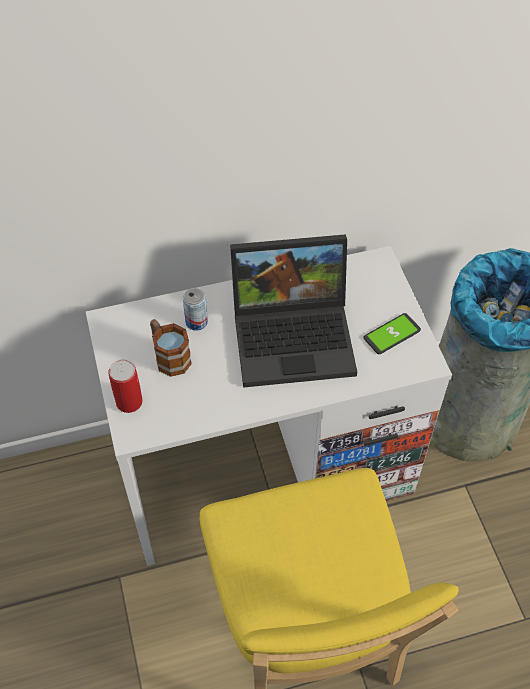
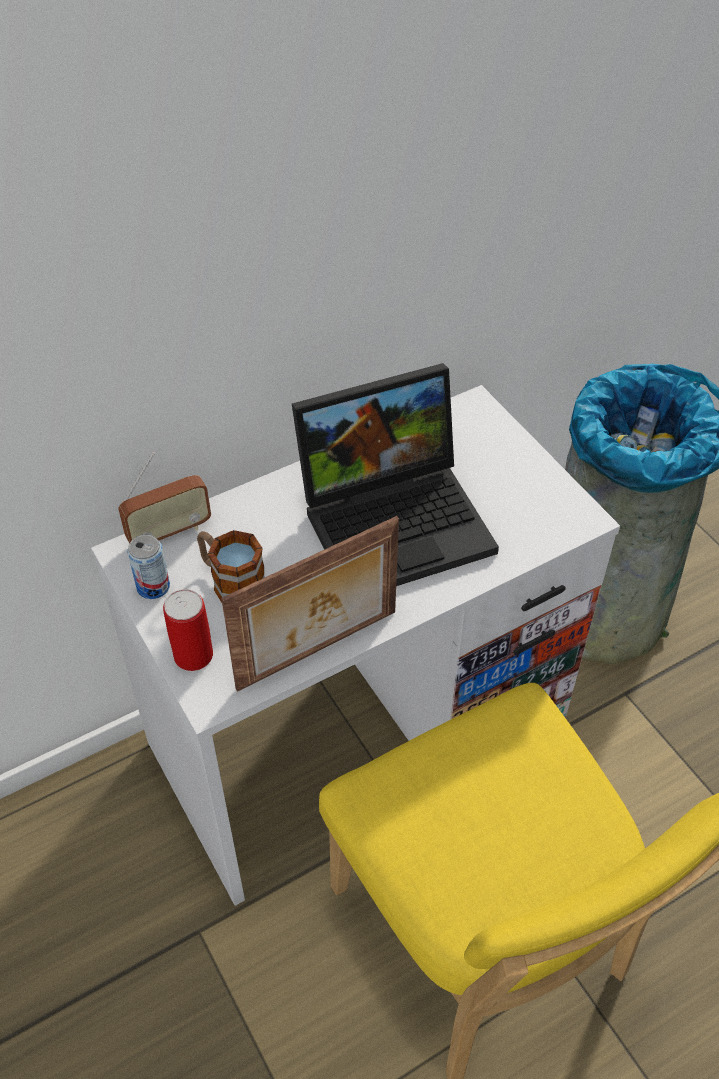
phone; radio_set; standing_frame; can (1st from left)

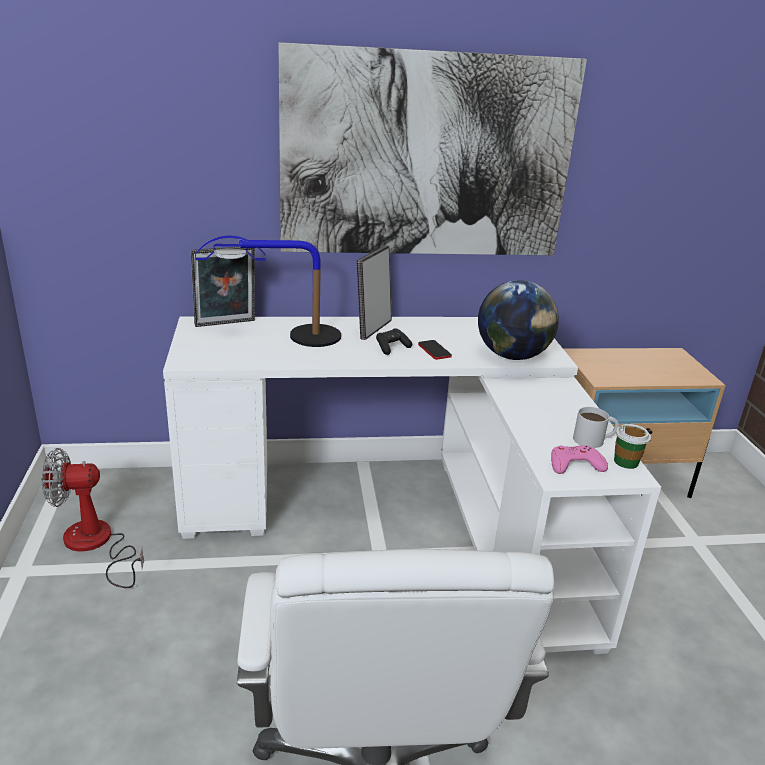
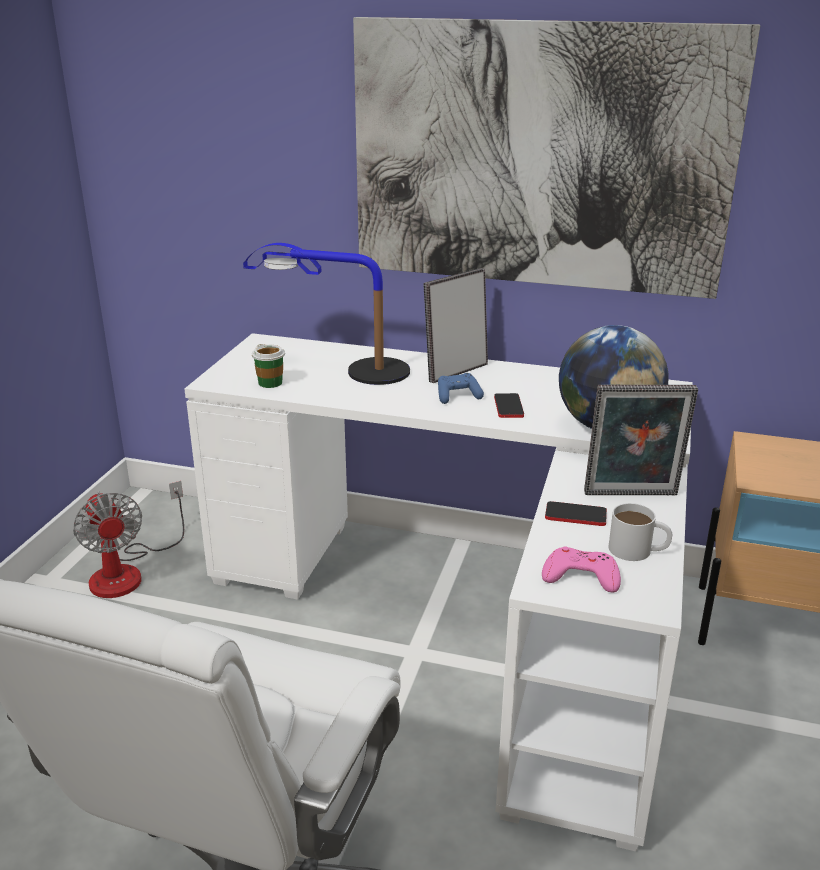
phone (2nd from left); standing_frame (2nd from left); small_cup; bluish_gamepad; electric_fan

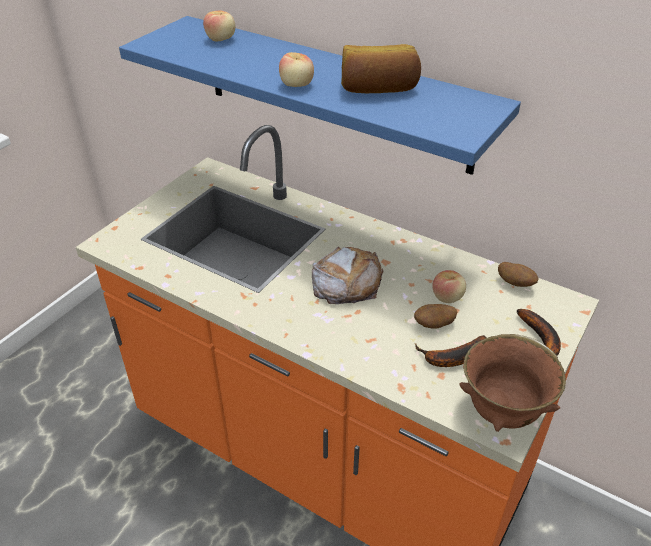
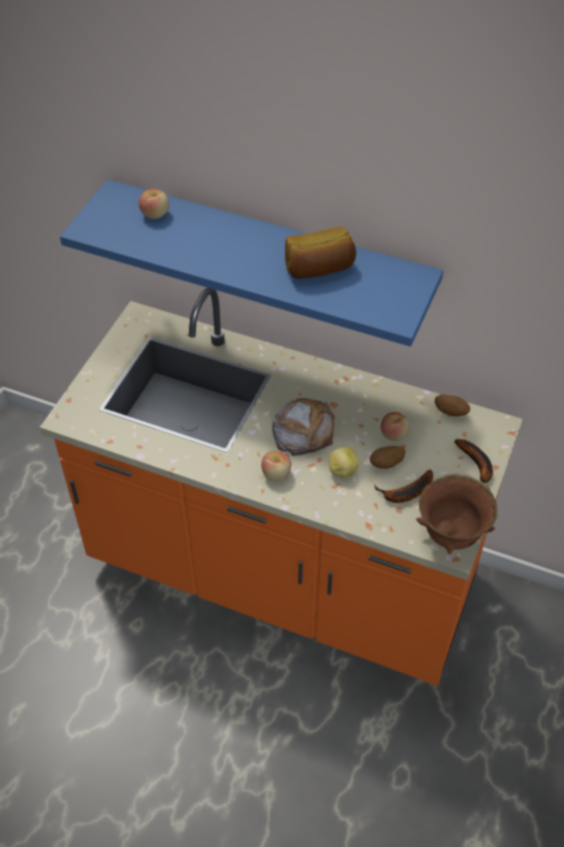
whole_potato (1st from left); apple (2nd from left)

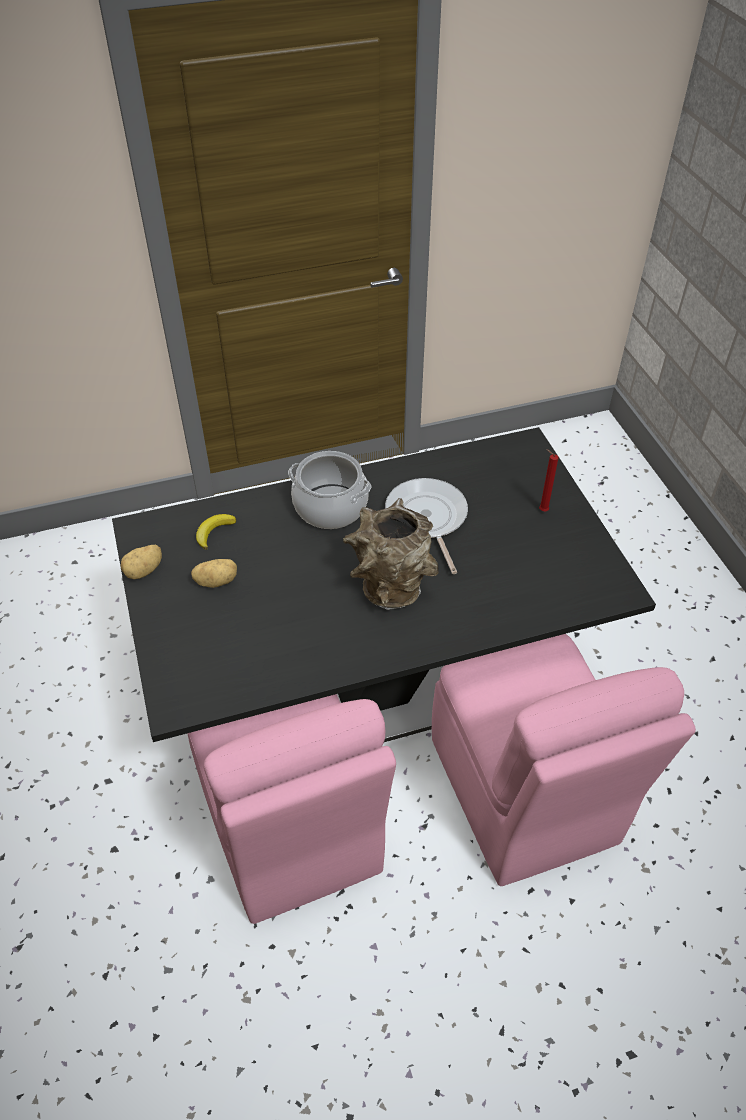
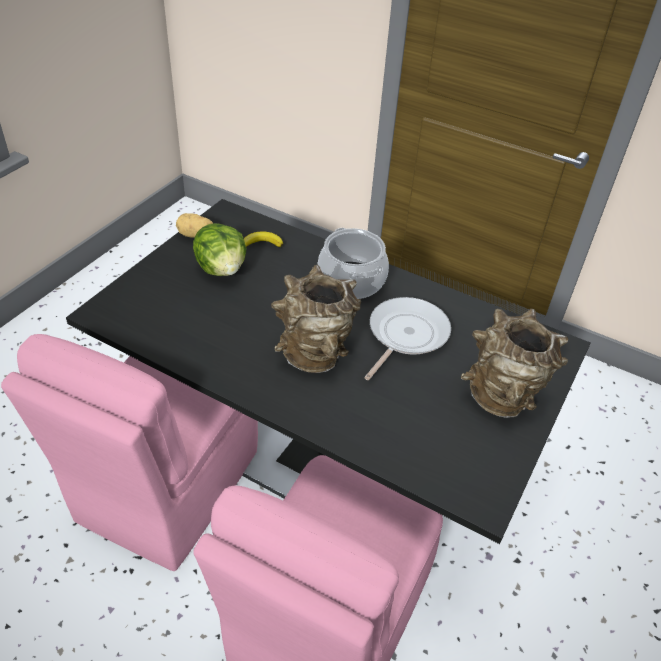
lettuce_head; brownish_decorative_vase (2nd from left)

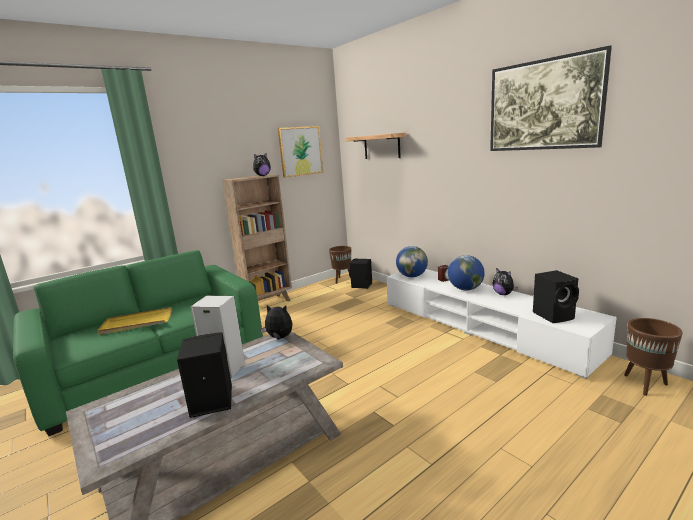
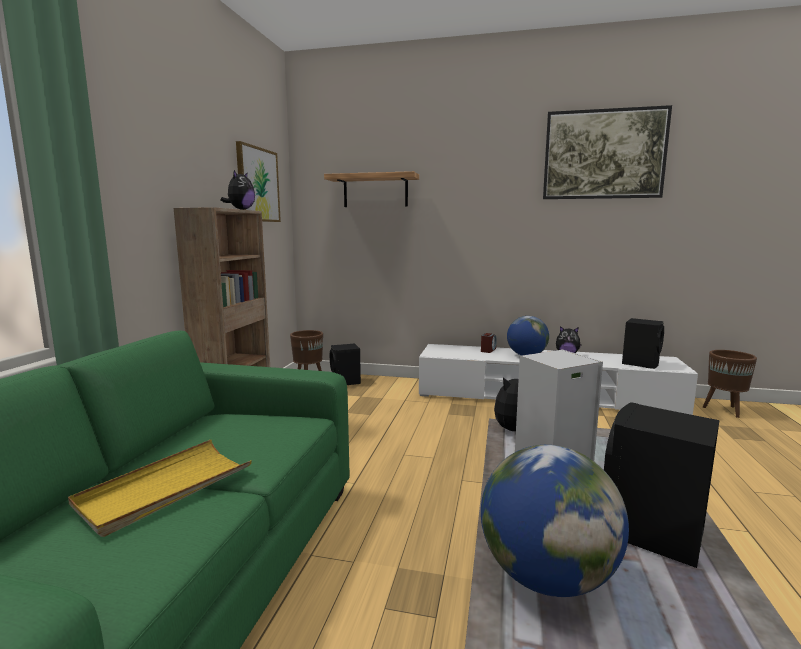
globe (2nd from left)

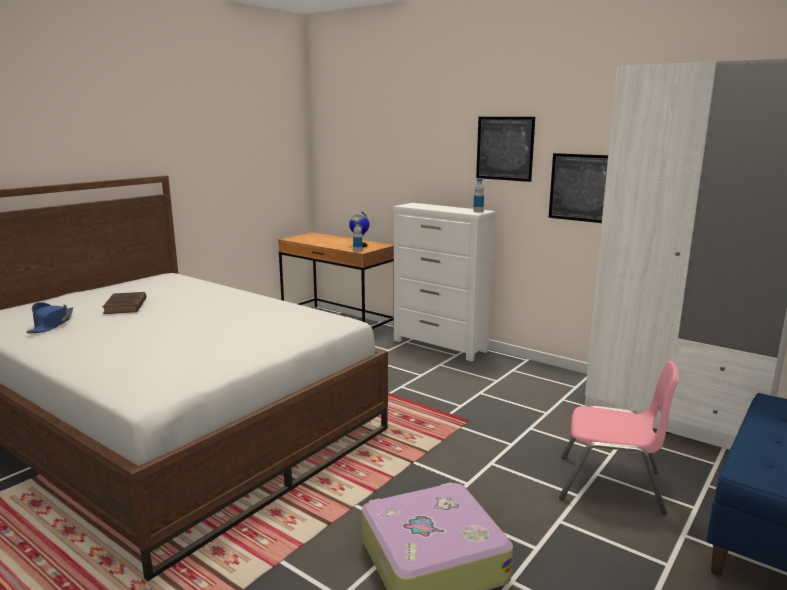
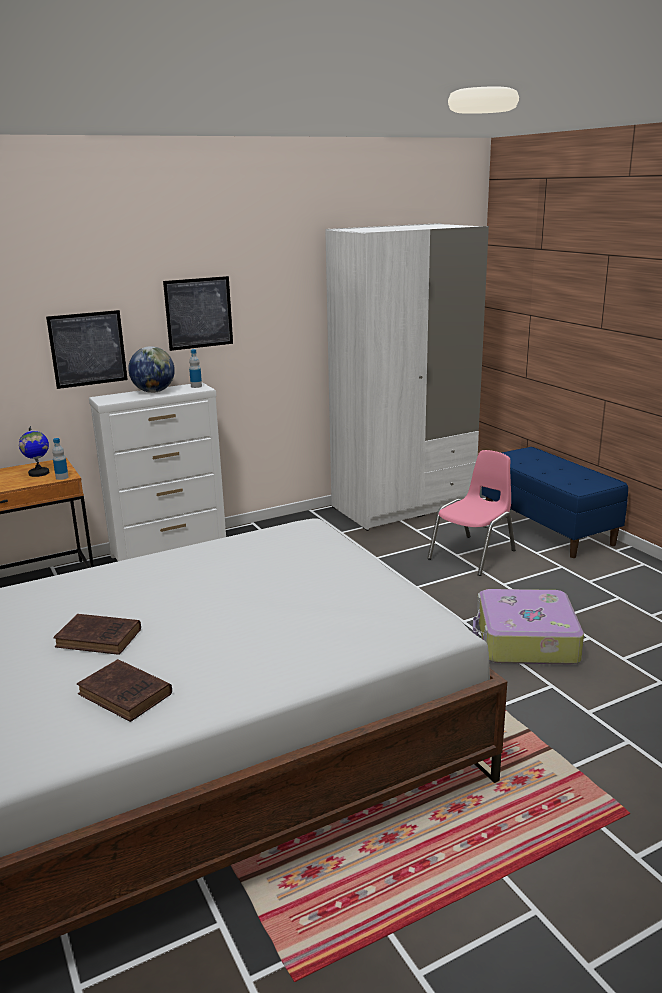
globe (2nd from left); wall_art (1st from left); brownish_volume (2nd from left)

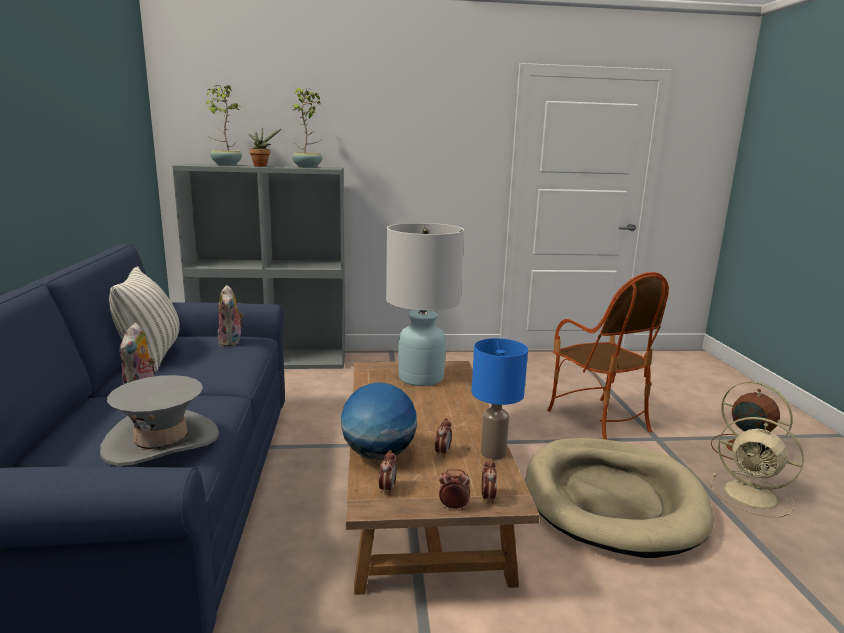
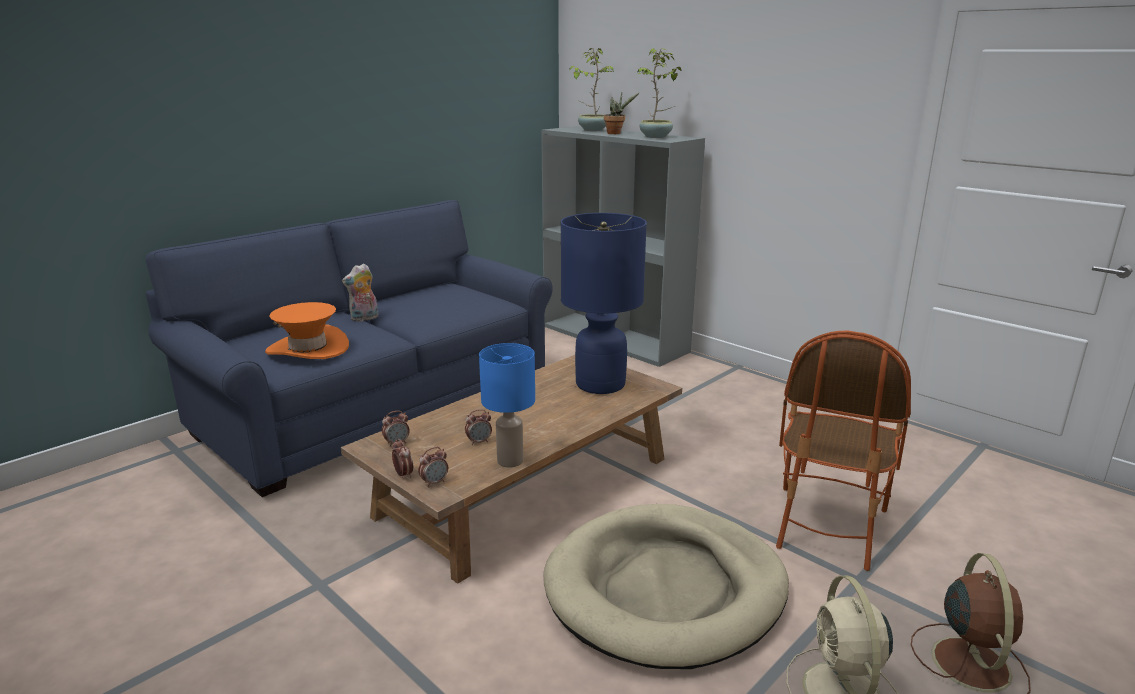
pillow; soft_toy (2nd from left in the first image); globe; orange_clothing_hat; bluish_tabletop_lamp (2nd from left)

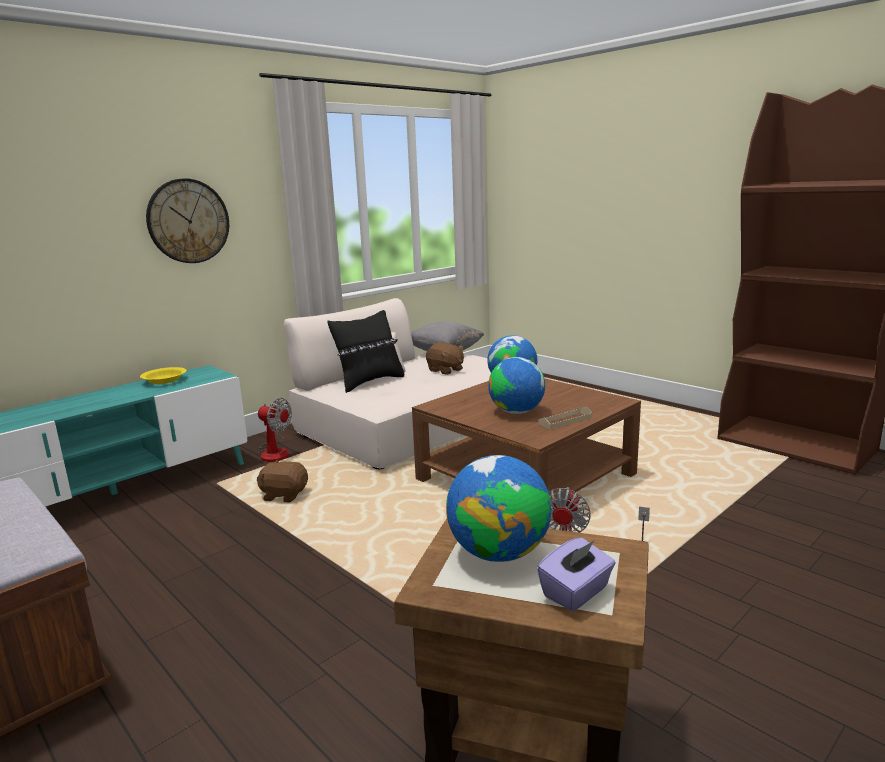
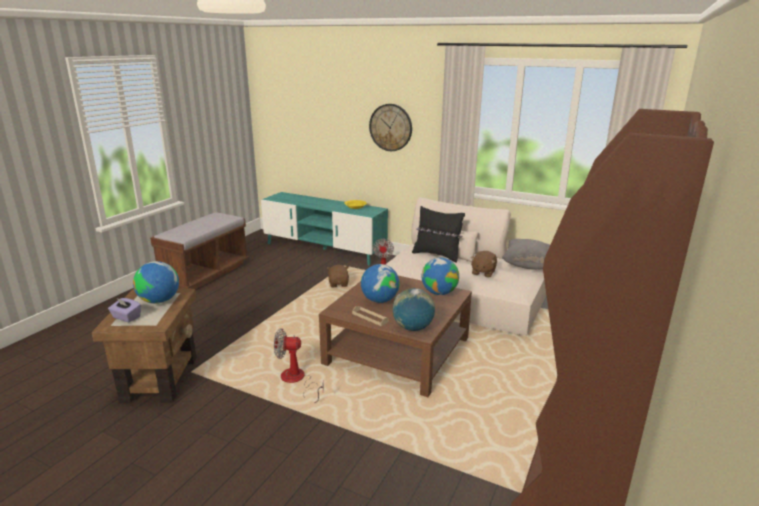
globe (3rd from left)

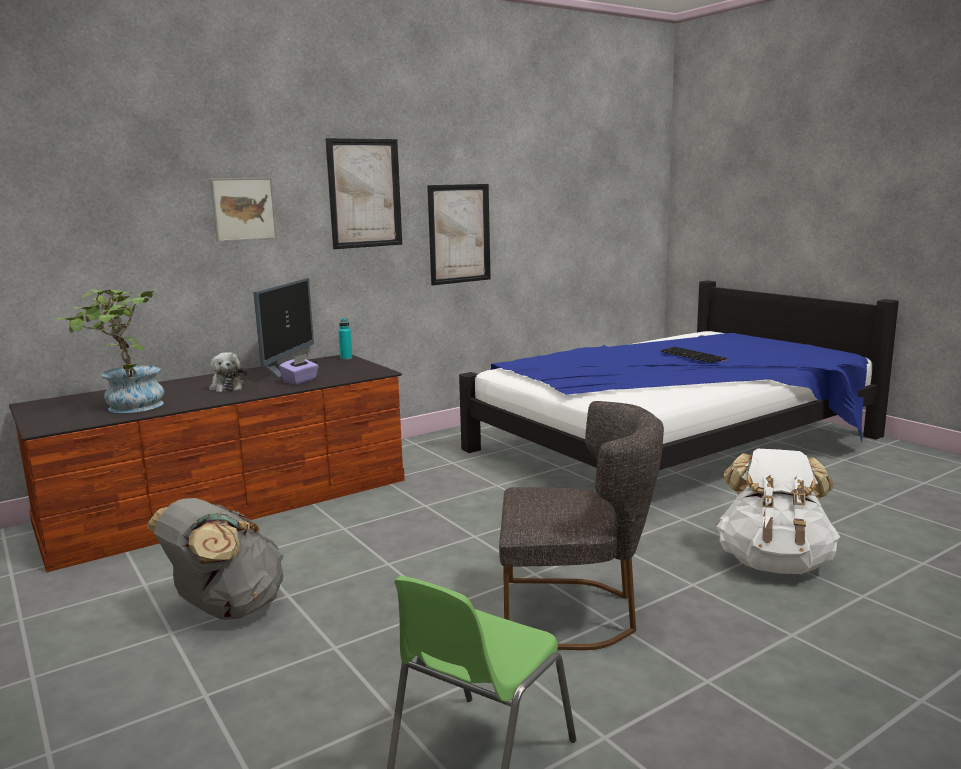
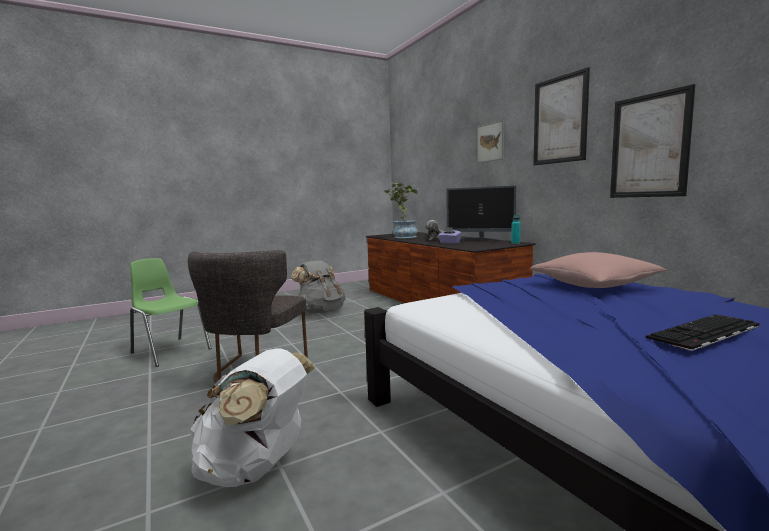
pink-coloured_pillow

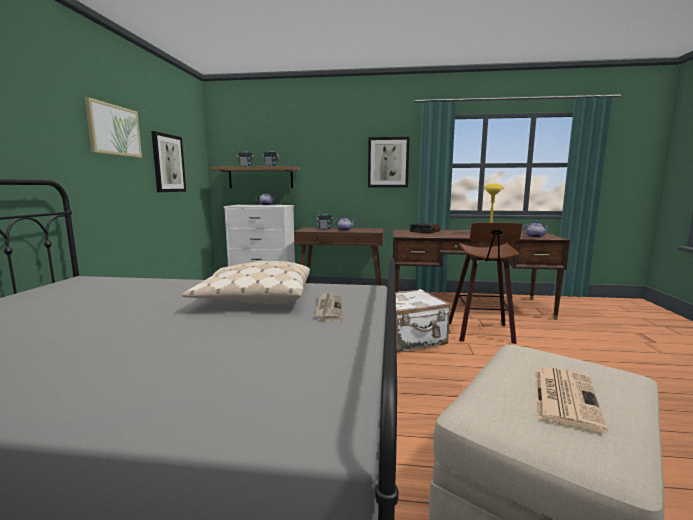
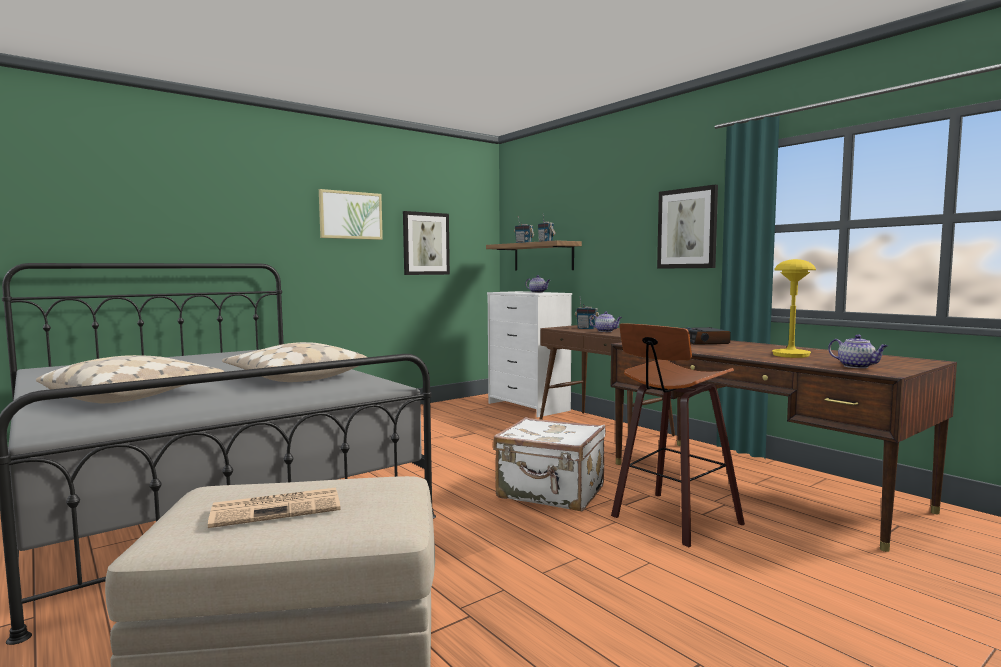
daily_paper (1st from left in the first image); beige-coloured_pillow (1st from left)

